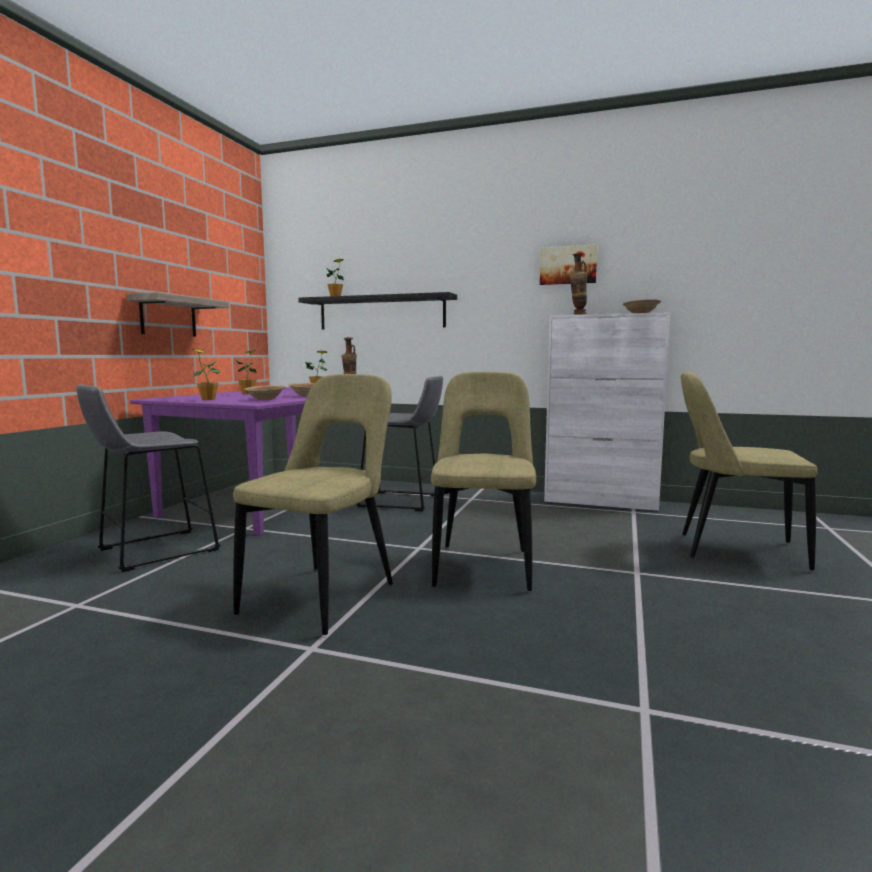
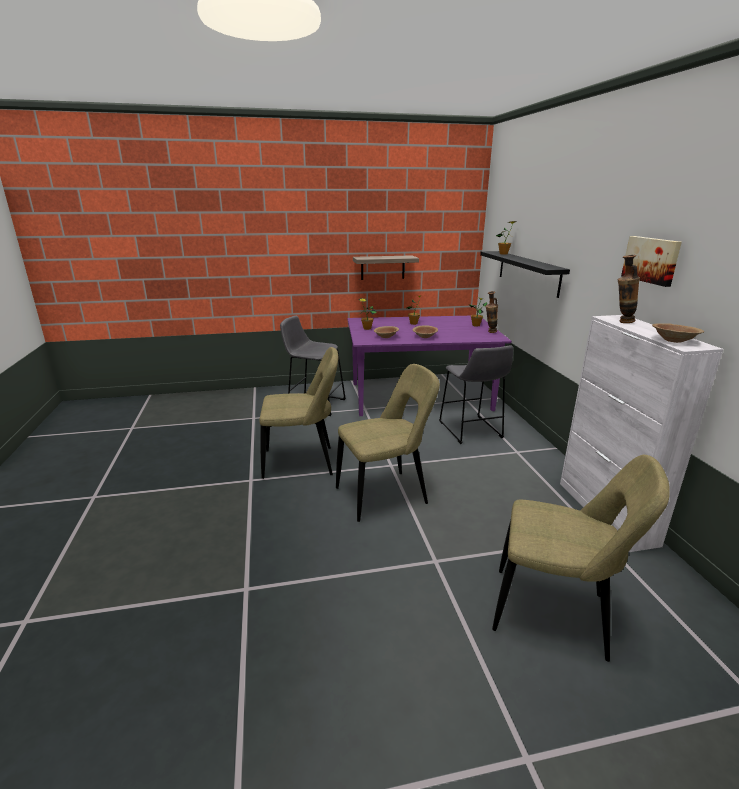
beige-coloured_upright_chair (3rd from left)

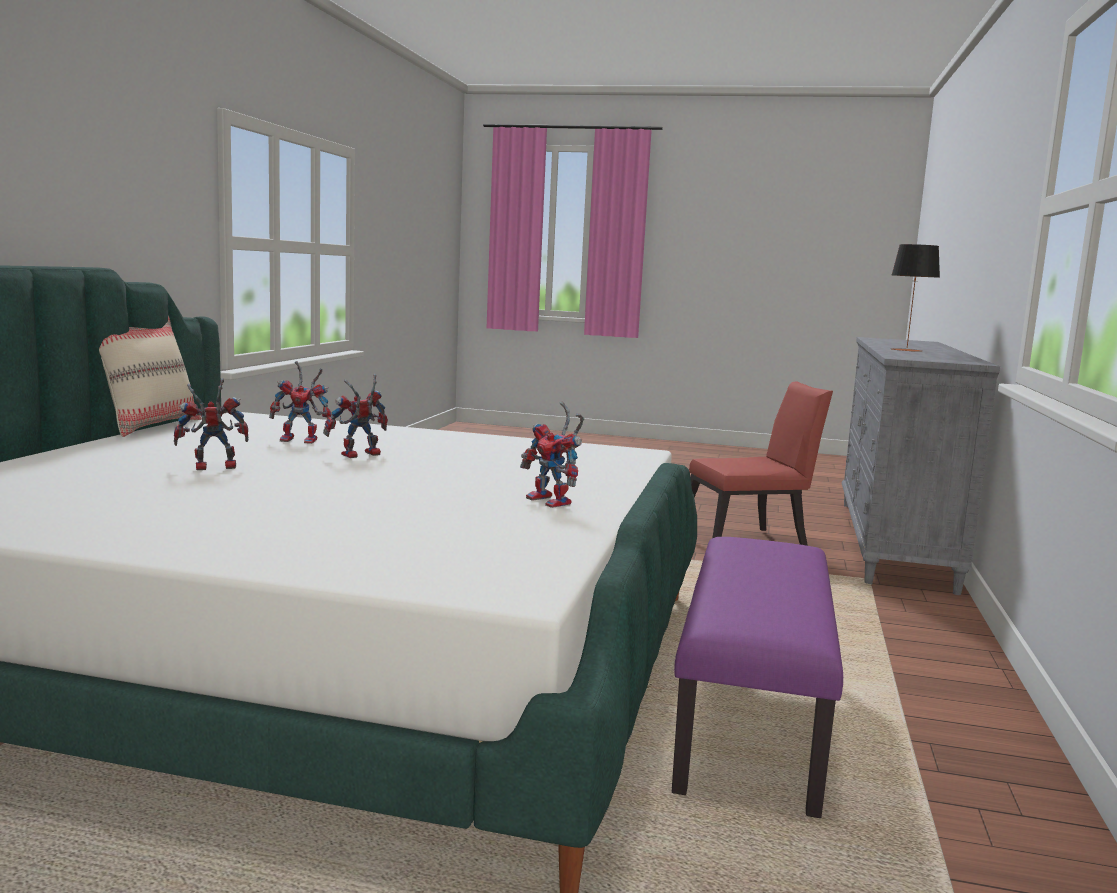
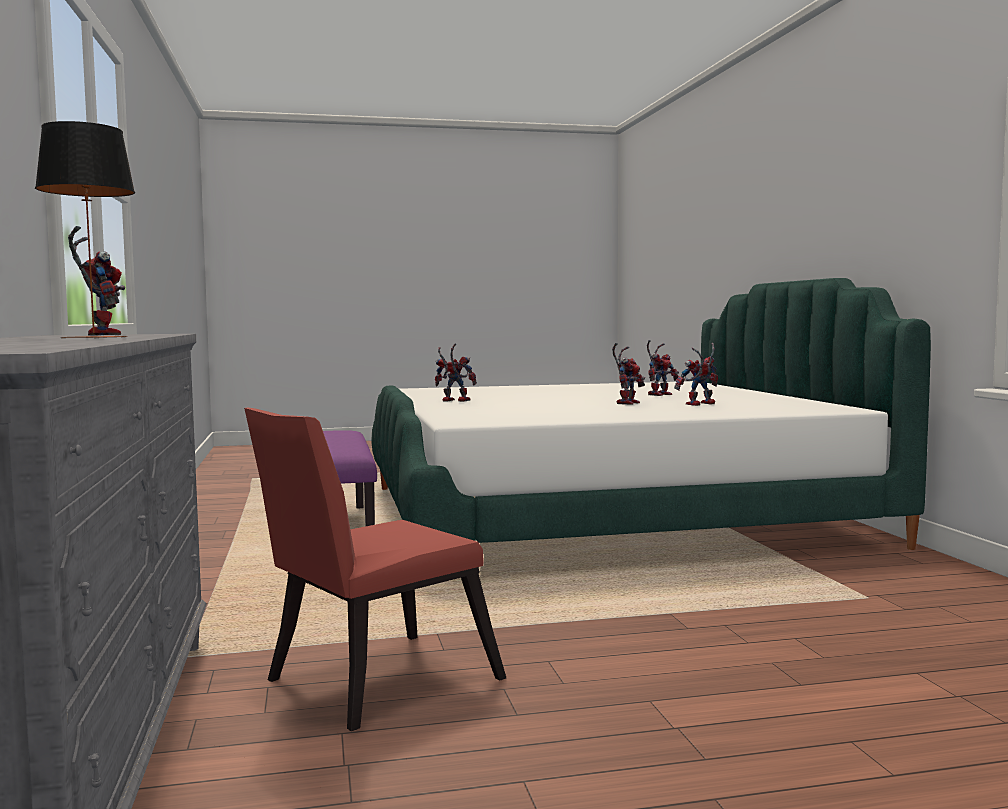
beige-coloured_pillow; robot_figure (1st from left)

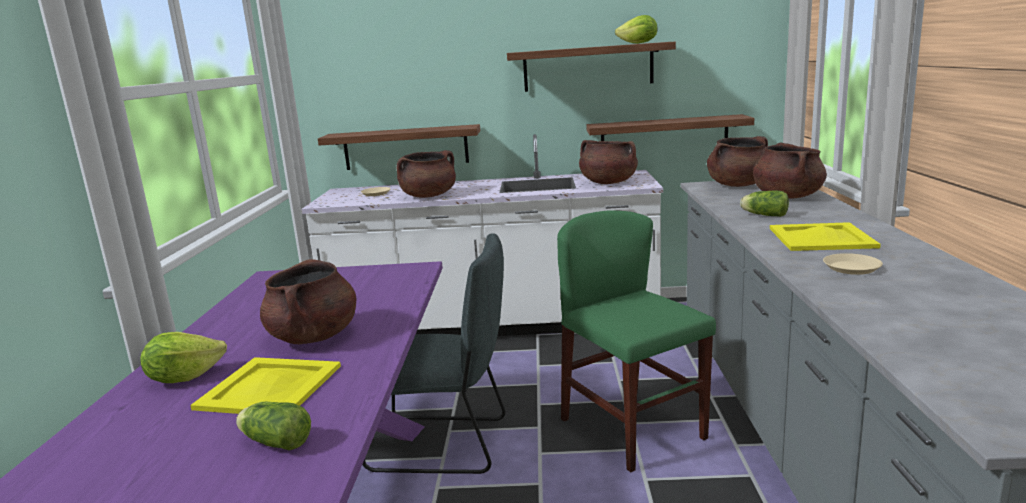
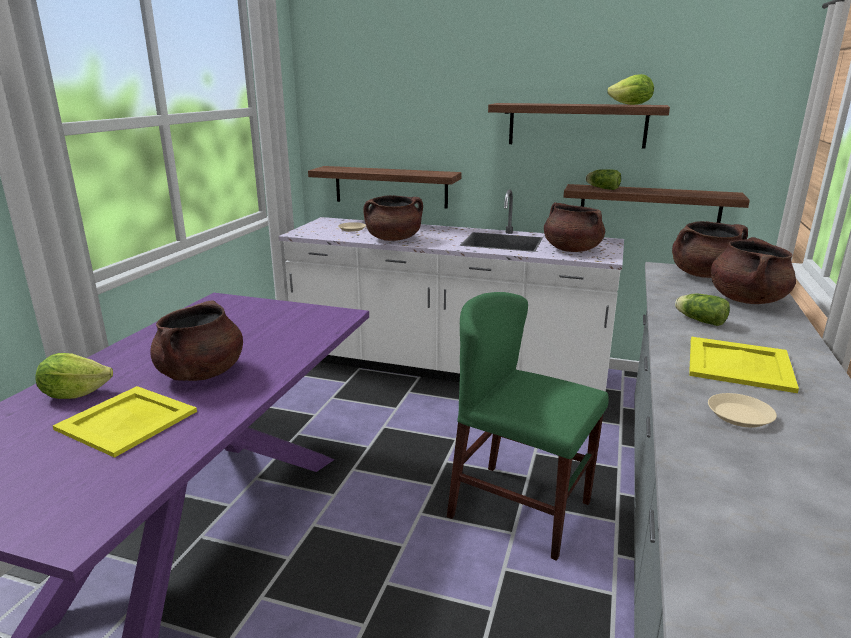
greyish_upright_chair; lettuce_head (2nd from left); greenish_upright_chair

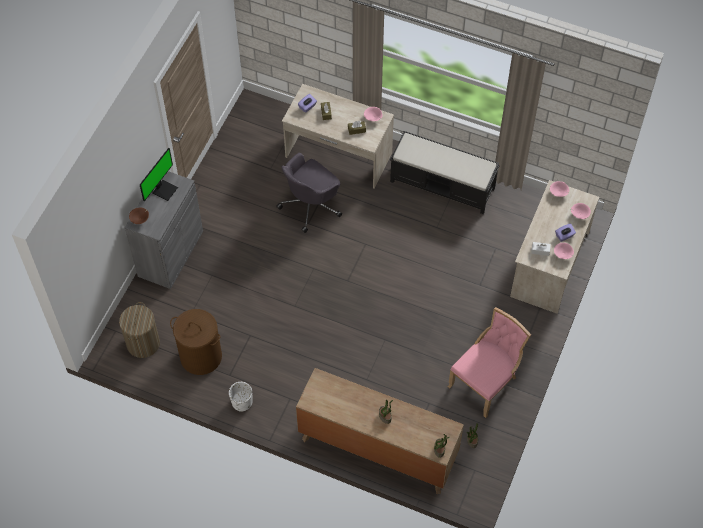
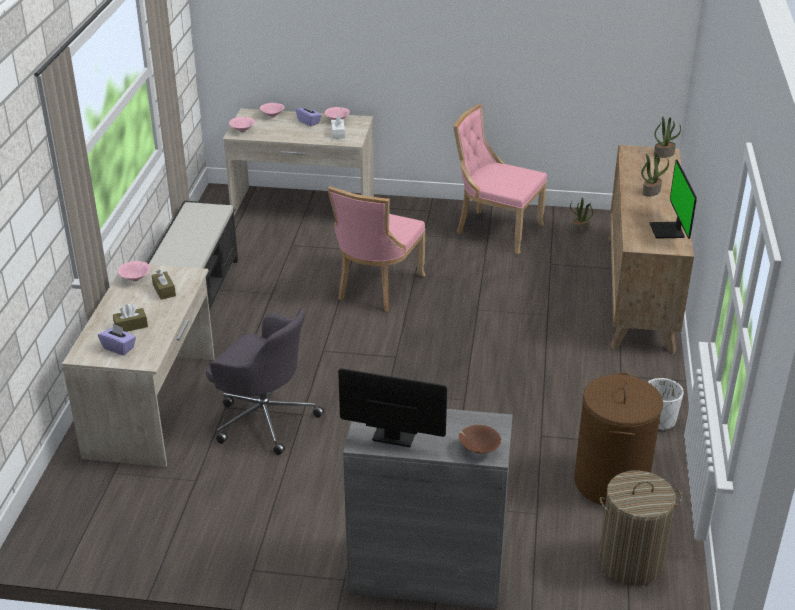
pink-coloured_upright_chair (1st from left); computer_screen (2nd from left)

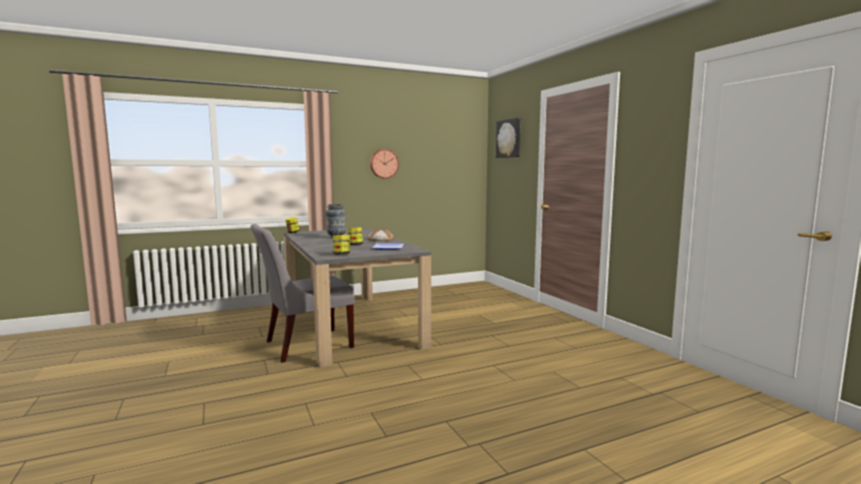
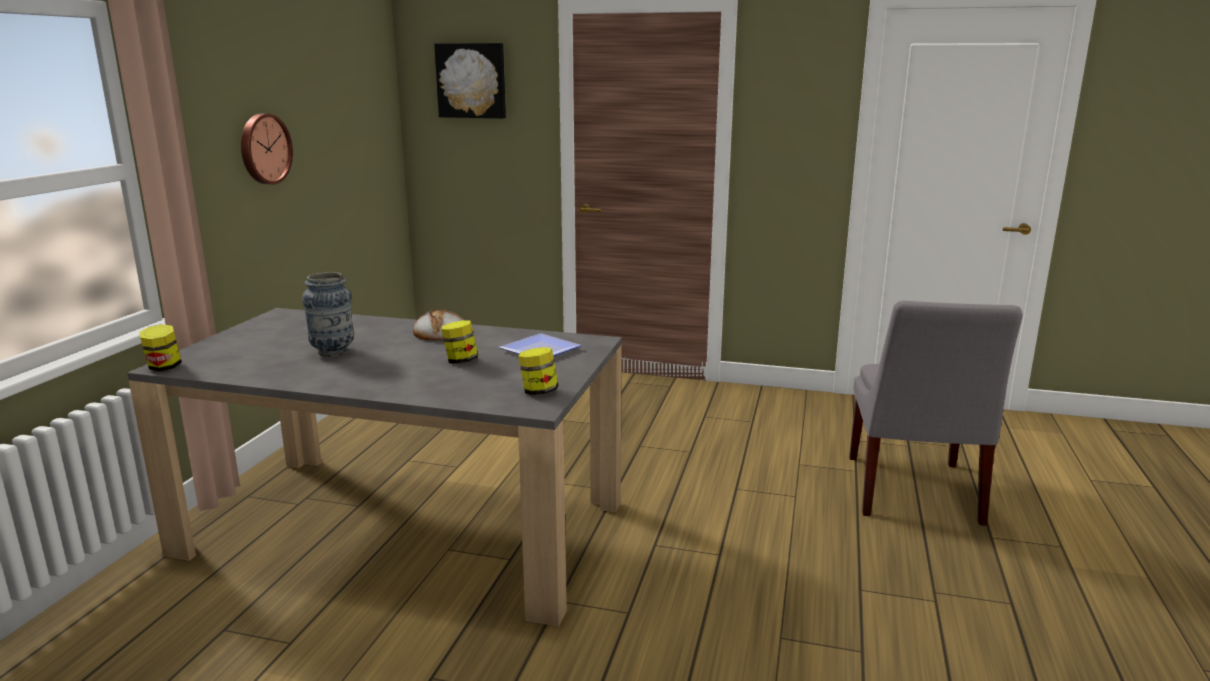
greyish_upright_chair

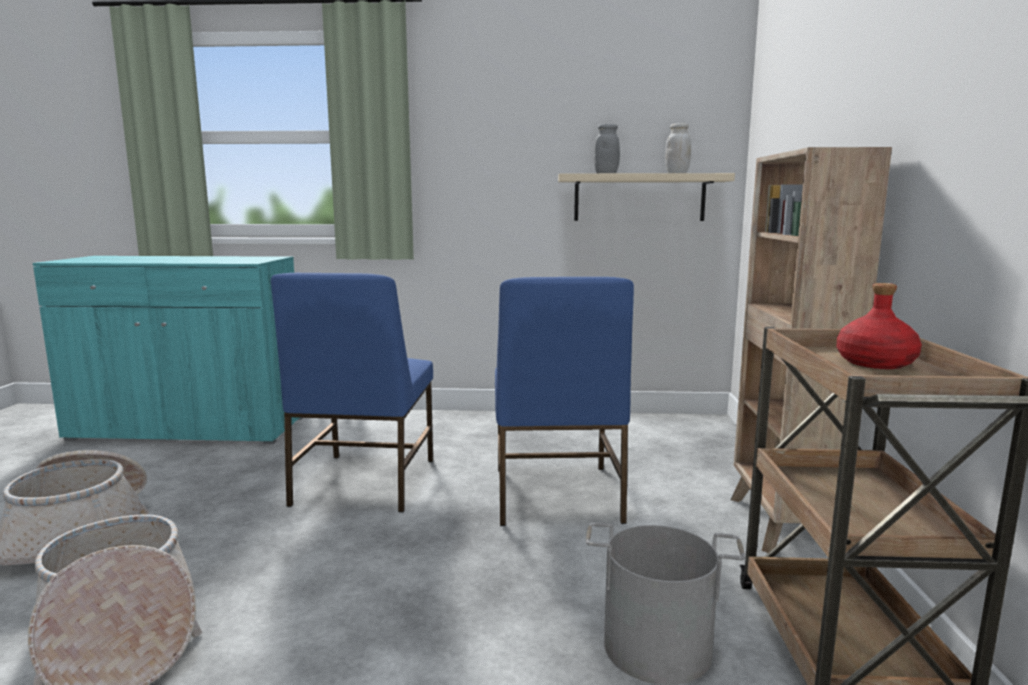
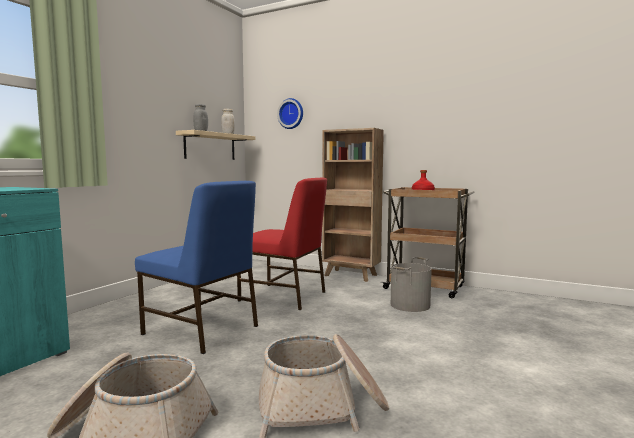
hanging_clock; reddish_upright_chair

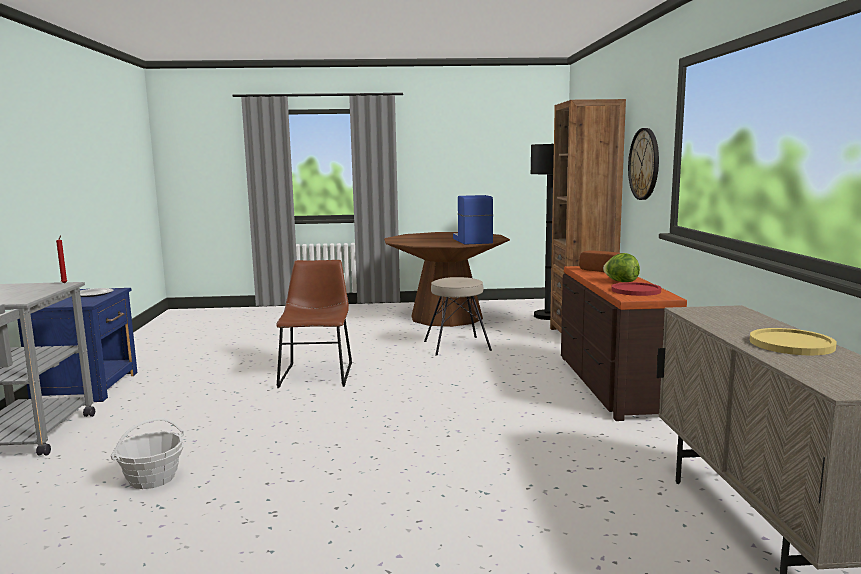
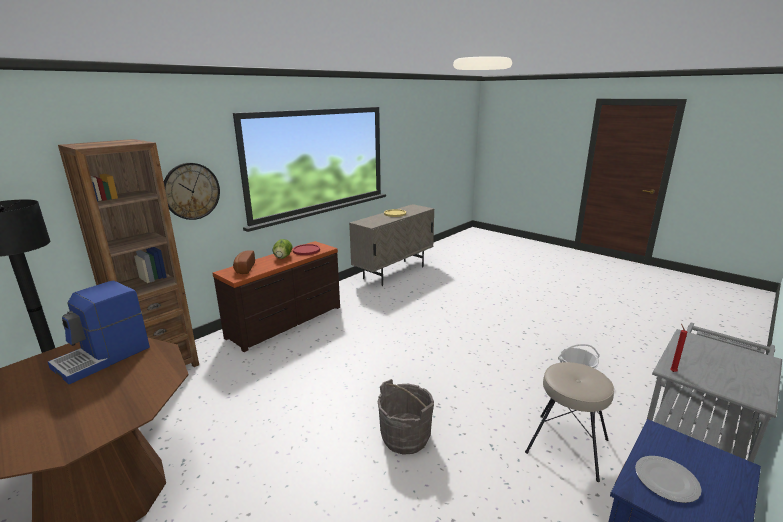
beige-coloured_sitting_stool; greyish_pail

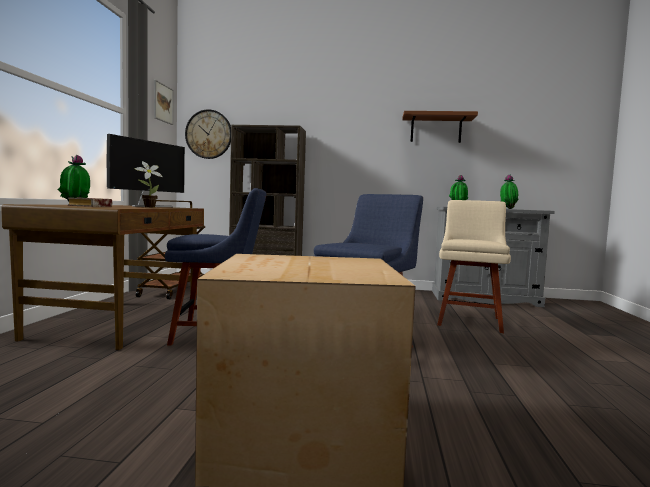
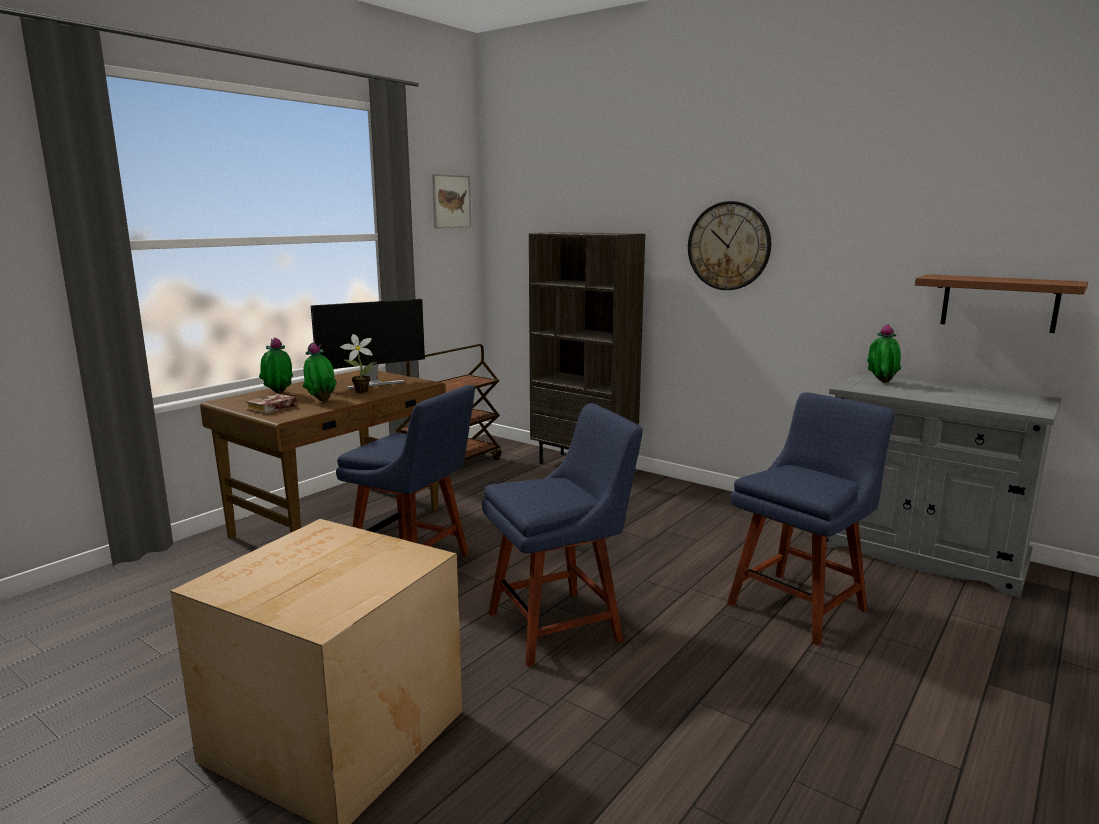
hanging_clock; brownish_bracket_shelf; houseplant (2nd from left); bluish_upright_chair (3rd from left)

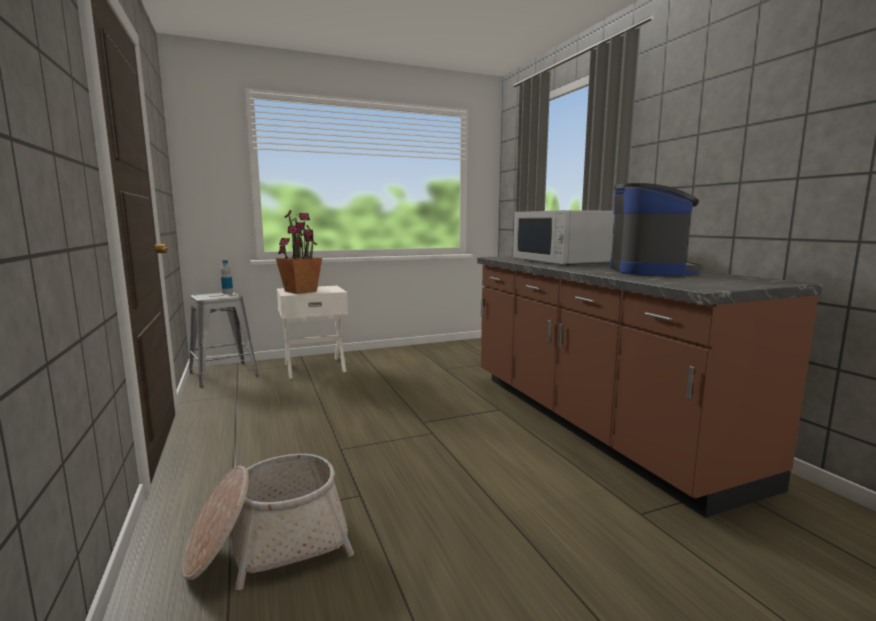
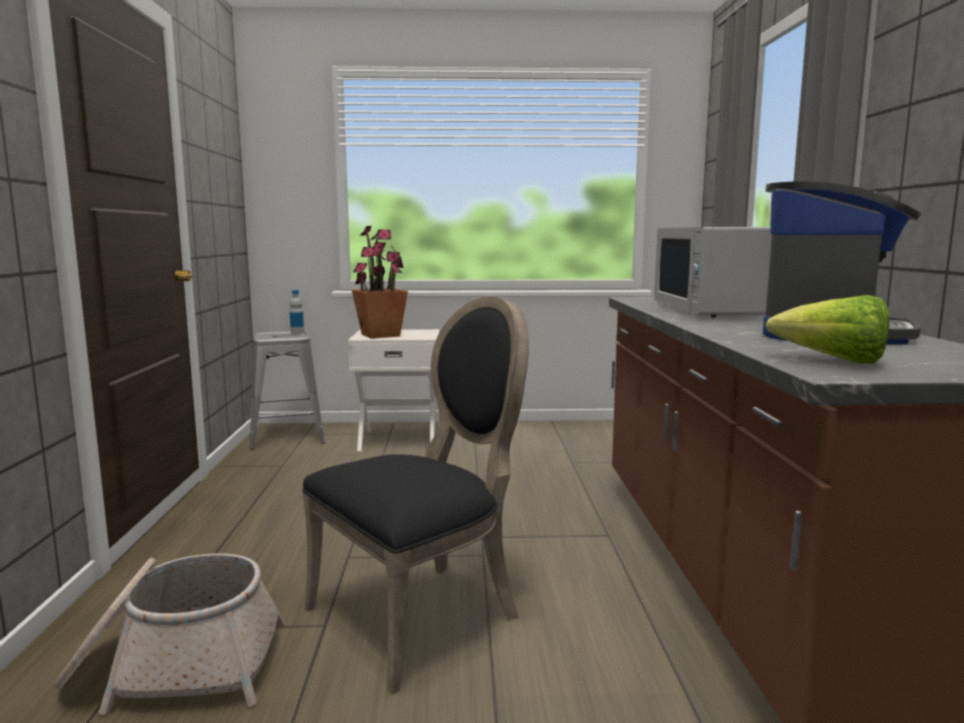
blackish_upright_chair; lettuce_head

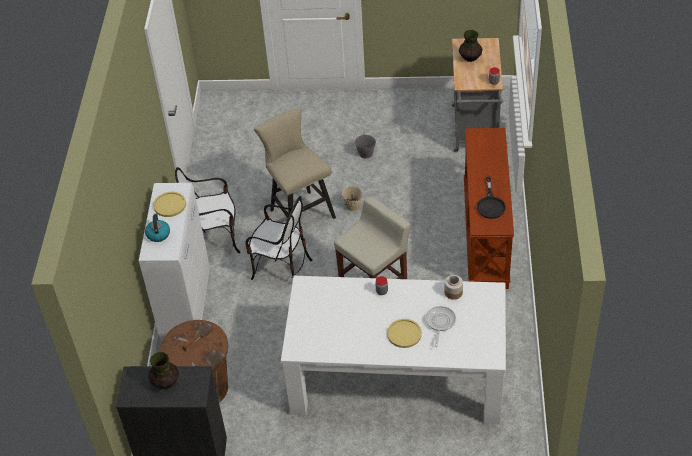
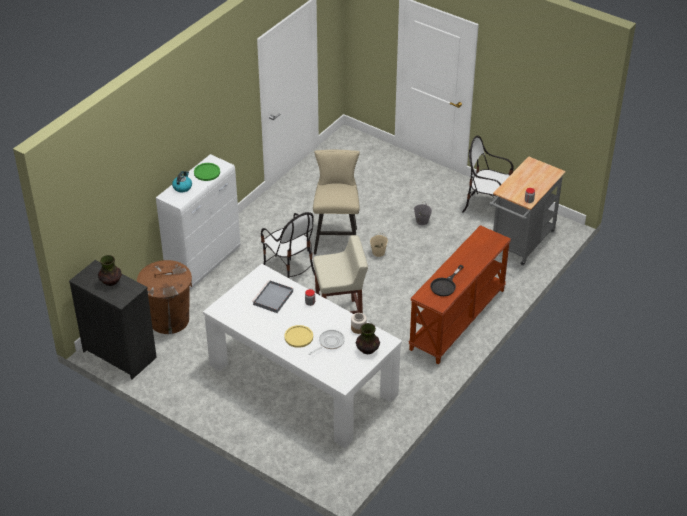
greyish_carrying_tray; upright_chair (2nd from left); decorative_vase (2nd from left); greenish_dinner_plate

